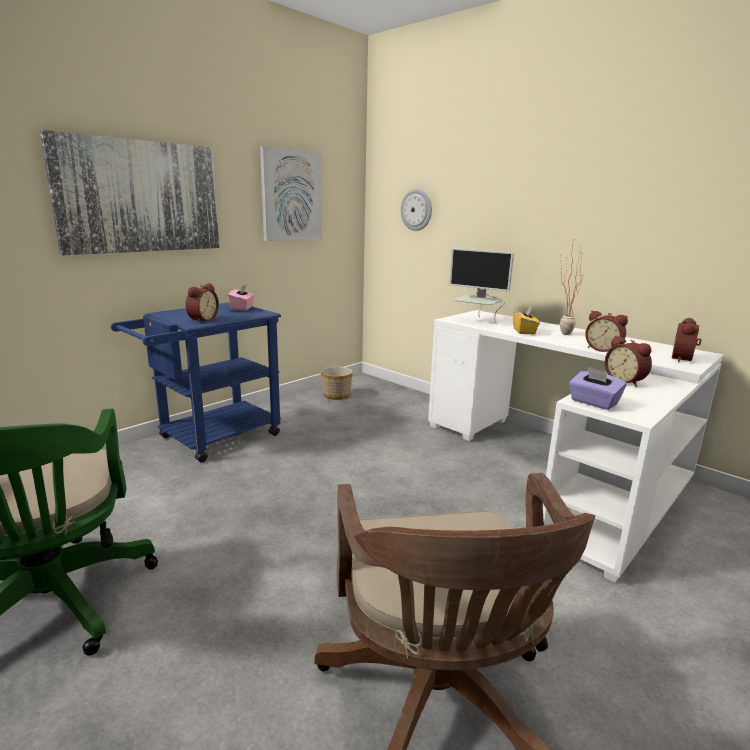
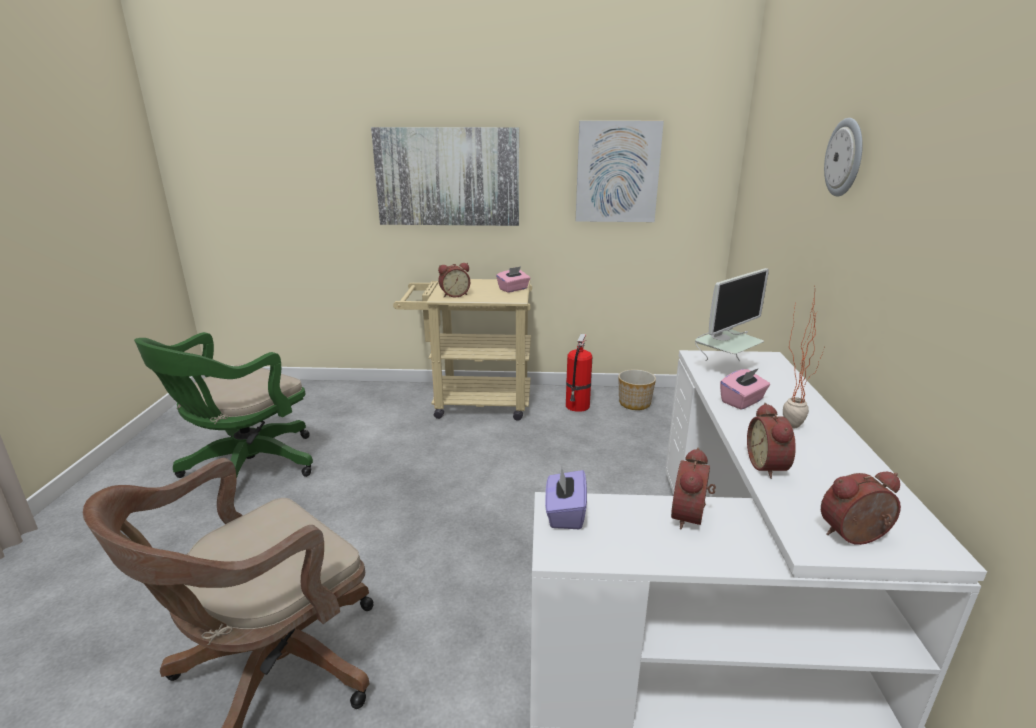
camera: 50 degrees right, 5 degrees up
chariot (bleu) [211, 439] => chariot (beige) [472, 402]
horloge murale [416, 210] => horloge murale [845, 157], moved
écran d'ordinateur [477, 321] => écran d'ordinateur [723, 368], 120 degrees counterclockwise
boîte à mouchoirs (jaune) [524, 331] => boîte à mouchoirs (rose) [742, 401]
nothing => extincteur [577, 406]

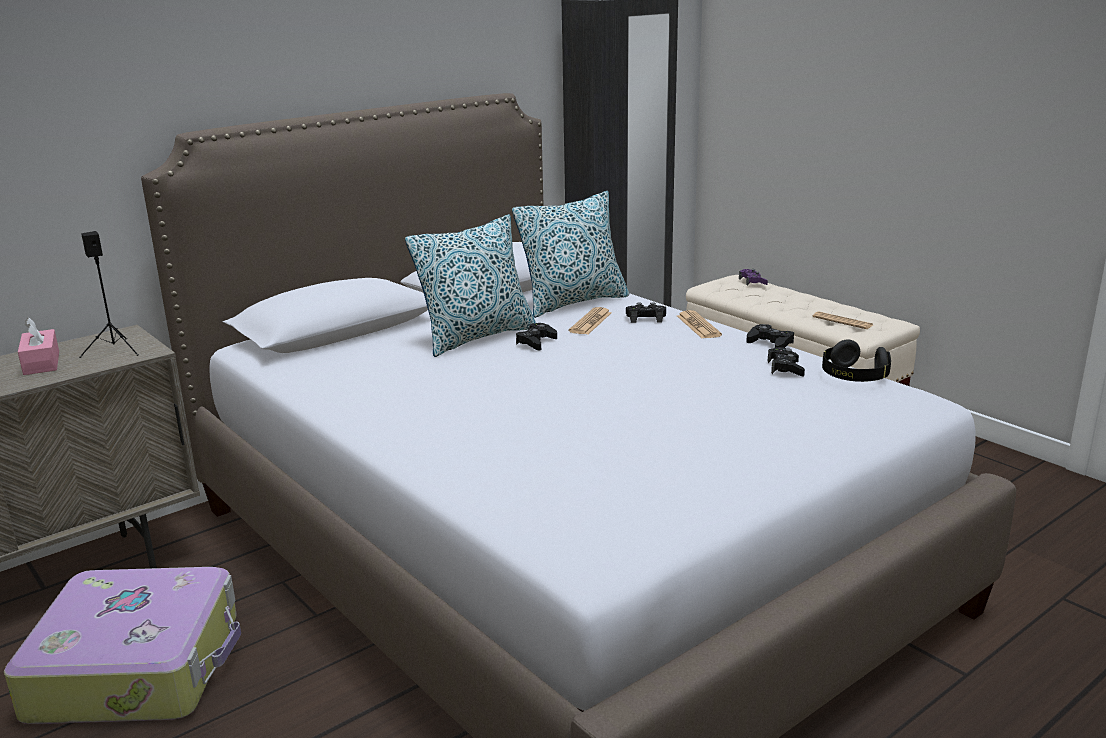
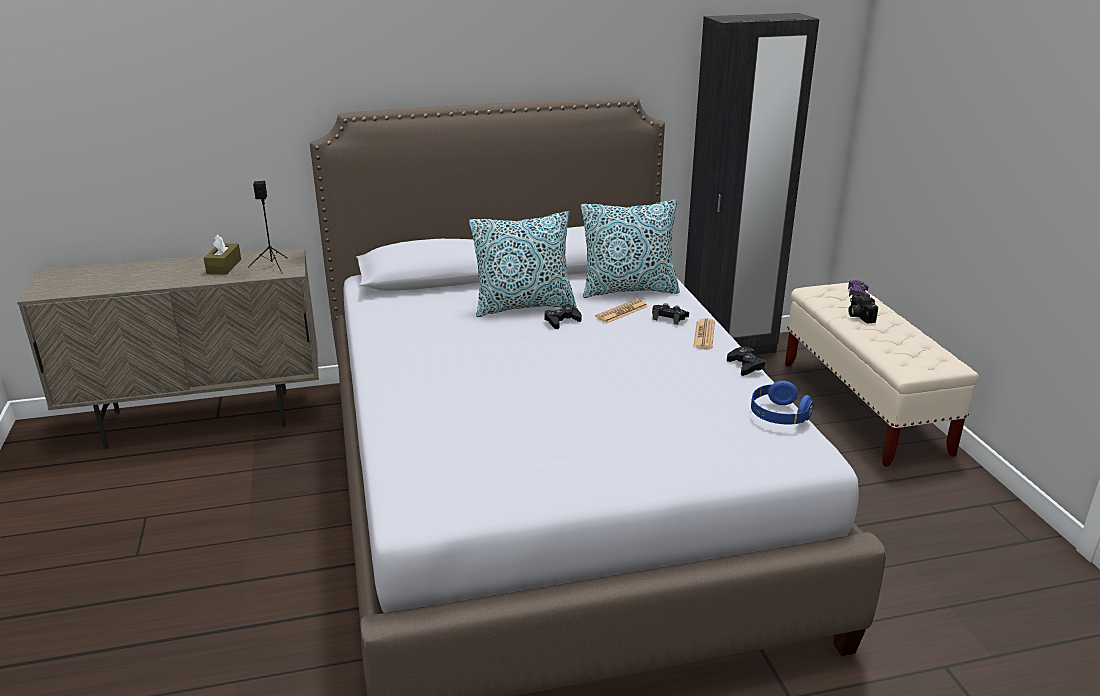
camera: 25 degrees right, 5 degrees up
valise [138, 666] => nothing
boîte à mouchoirs (rose) [41, 363] => boîte à mouchoirs (marron) [224, 266]
manette (noir) [785, 368] => nothing
journal [842, 321] => nothing
casque audio (noir) [854, 377] => casque audio (bleu) [778, 416]
nothing => appareil photo [858, 315]

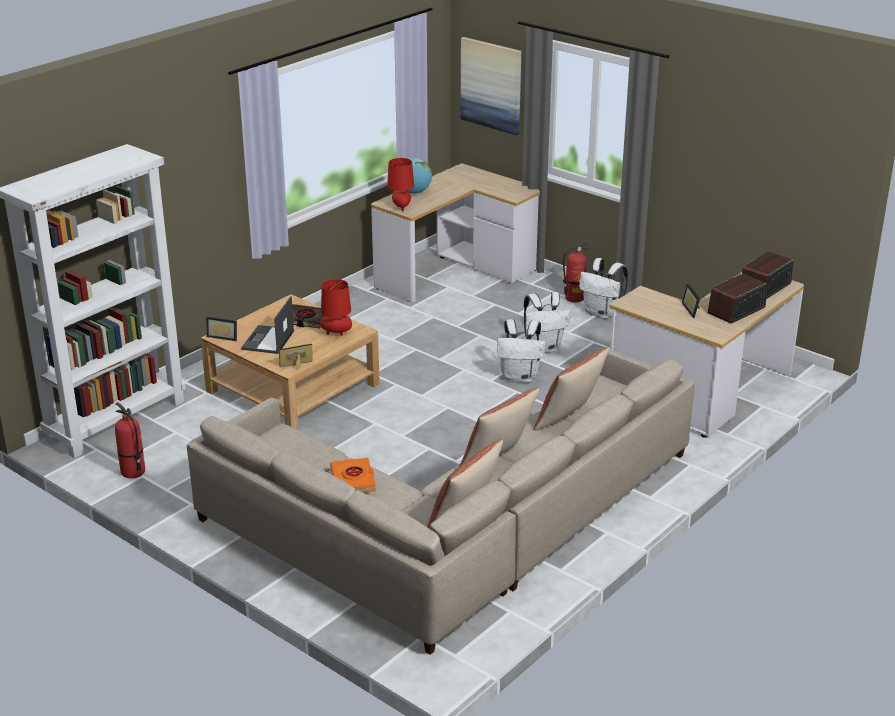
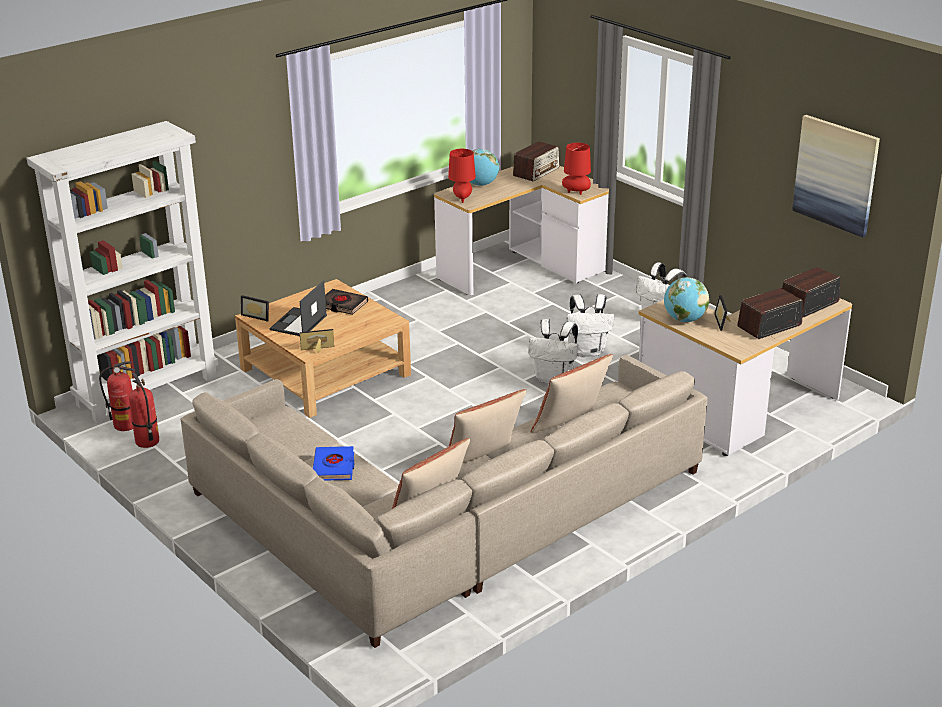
camera: 10 degrees right, 0 degrees up
lampe de table (rouge) [337, 333] => lampe de table (rouge) [576, 193], moved
livre (orange) [353, 480] => livre (bleu) [334, 467]
tableau [491, 85] => tableau [836, 175], moved
extincteur [574, 298] => extincteur [125, 425], moved
nothing => radio [536, 172]
nothing => globe [684, 320]

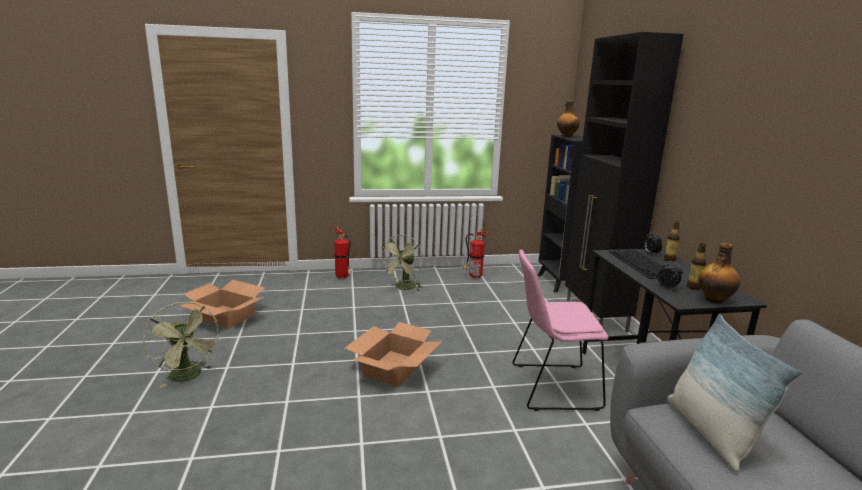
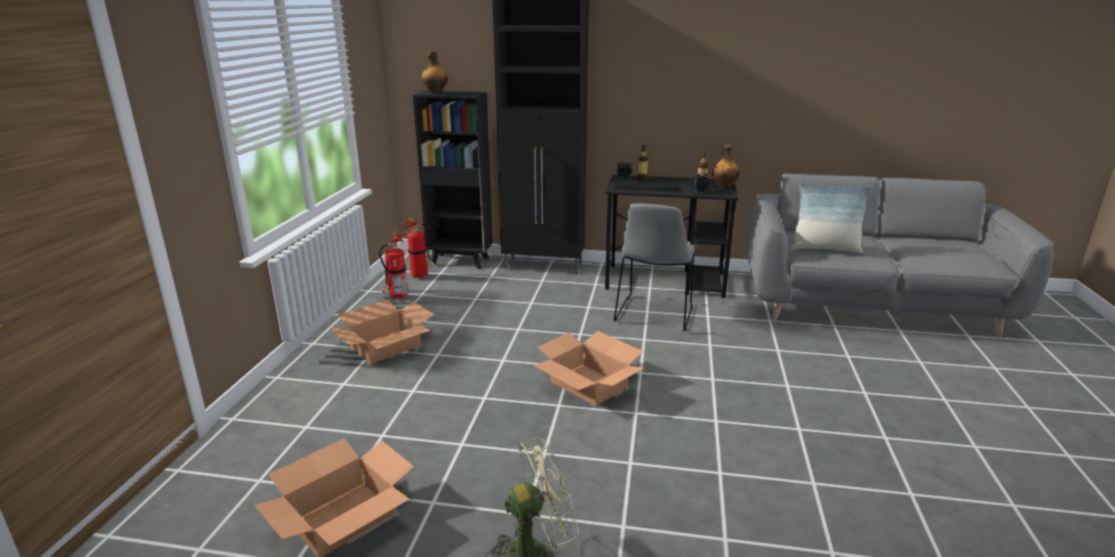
camera: 70 degrees left, 5 degrees up
extincteur [343, 277] => extincteur [421, 276], moved
ventilateur (vert) [403, 288] => carton [386, 346]
chaise (rose) [551, 386] => chaise (gris) [653, 315]

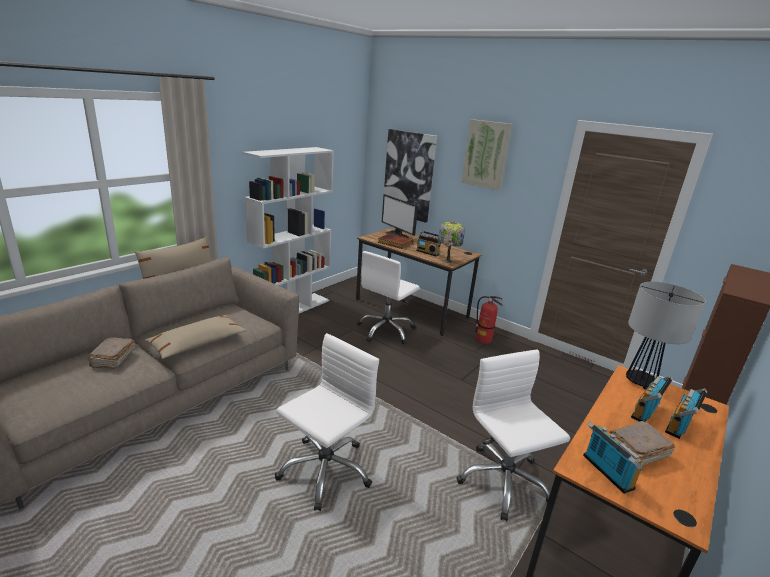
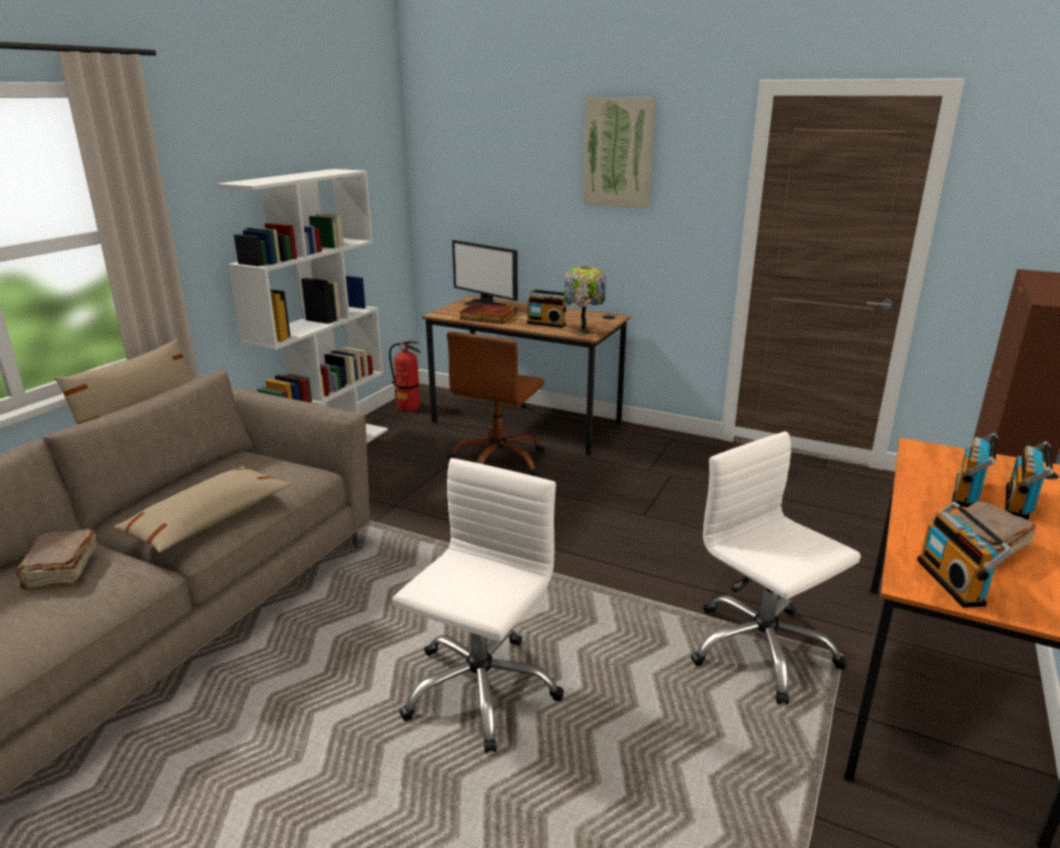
camera: 10 degrees left, 0 degrees up
chaise de bureau (blanc) [386, 331] => chaise de bureau (marron) [499, 461]
tableau [409, 175] => nothing
extincteur [483, 340] => extincteur [409, 407], moved
radio [605, 472] => radio [954, 582], 150 degrees counterclockwise
lampe de table [640, 382] => nothing

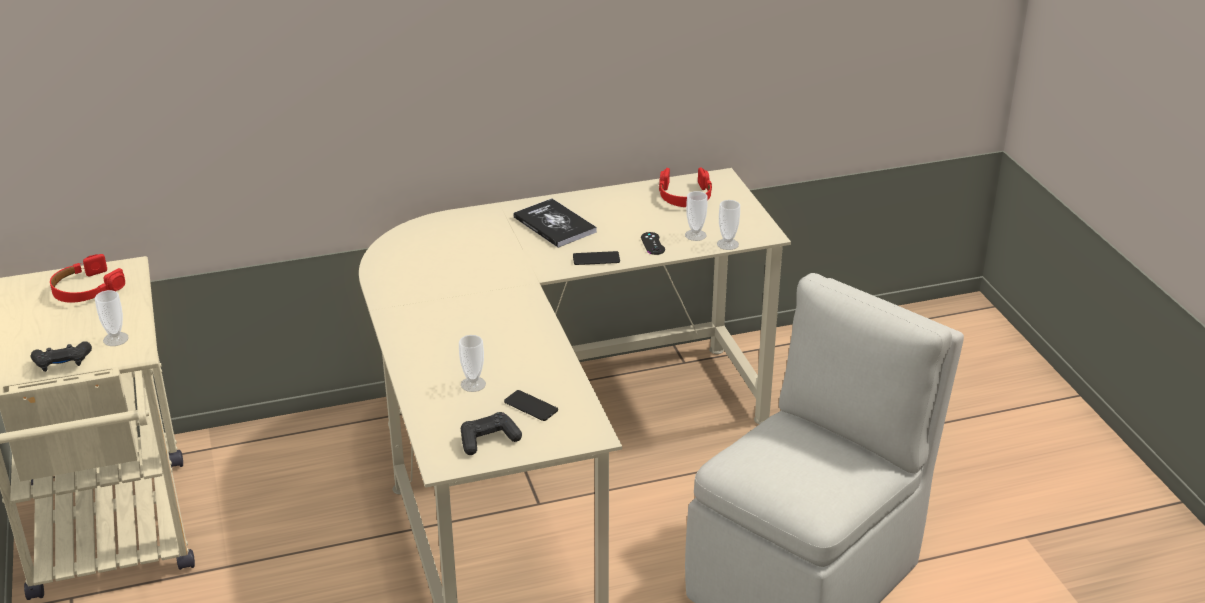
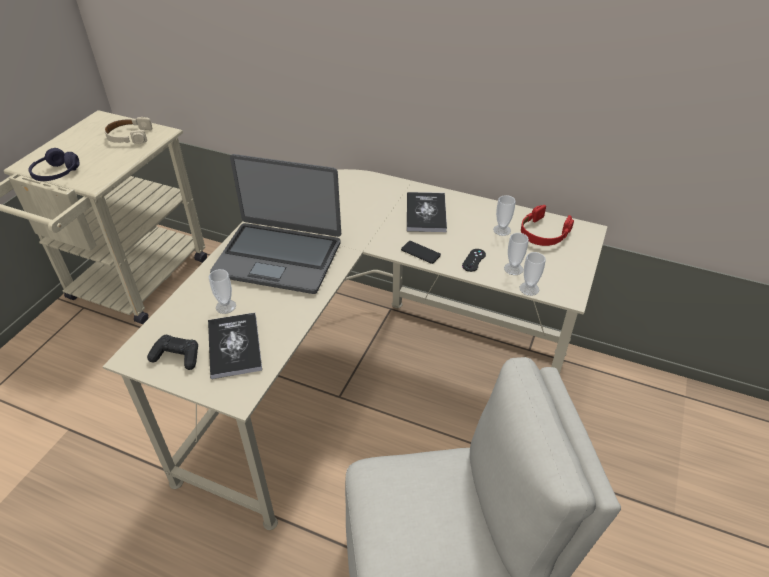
camera: 40 degrees right, 10 degrees up
manette (noir) [62, 363] => casque audio (violet) [56, 174]
casque audio (rouge) [86, 289] => casque audio (beige) [129, 136]
tasse [115, 339] => tasse [502, 230], moved
téléphone [531, 406] => livre [234, 346]
nothing => ordinateur portable [279, 257]

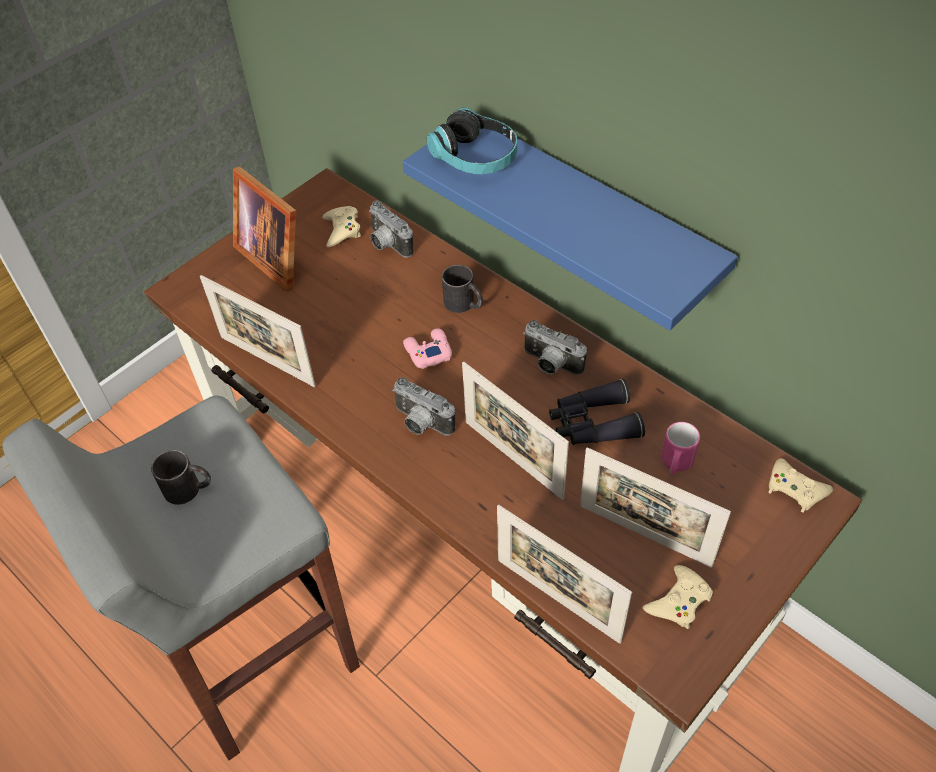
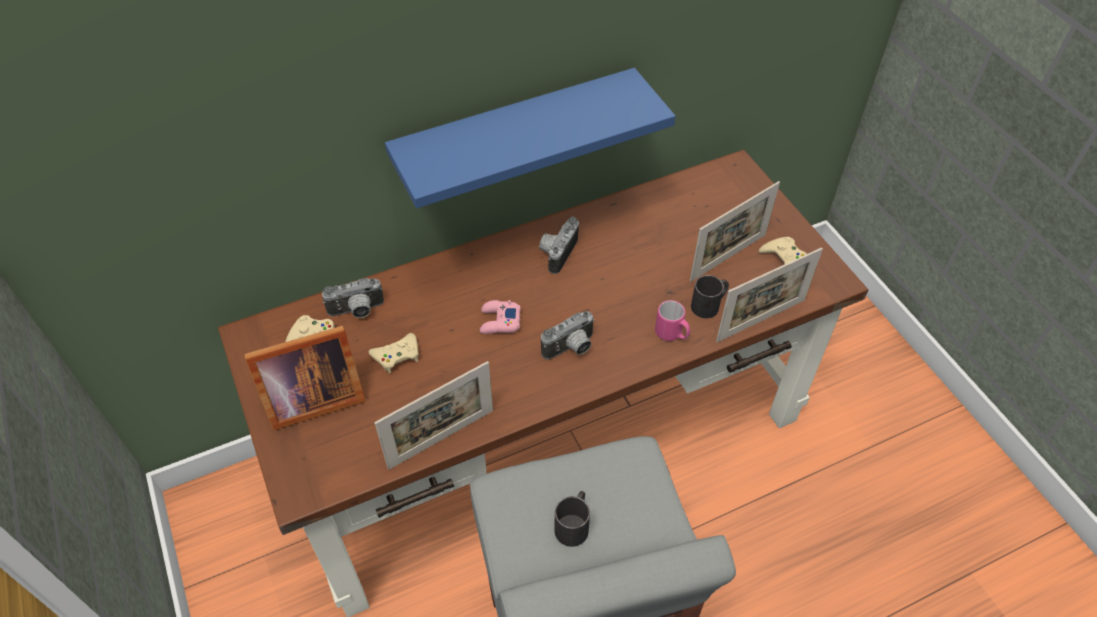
camera: 70 degrees left, 0 degrees up
casque audio [475, 157] => nothing
mug (noir) [464, 304] => mug (noir) [709, 304], moved
cadre photo [513, 459] => nothing
appareil photo [550, 365] => appareil photo [556, 253], 150 degrees clockwise
jumelles (noir) [592, 423] => nothing
mug (rose) [675, 464] => mug (rose) [672, 334], moved
manette (beige) [795, 489] => manette (beige) [397, 355], moved

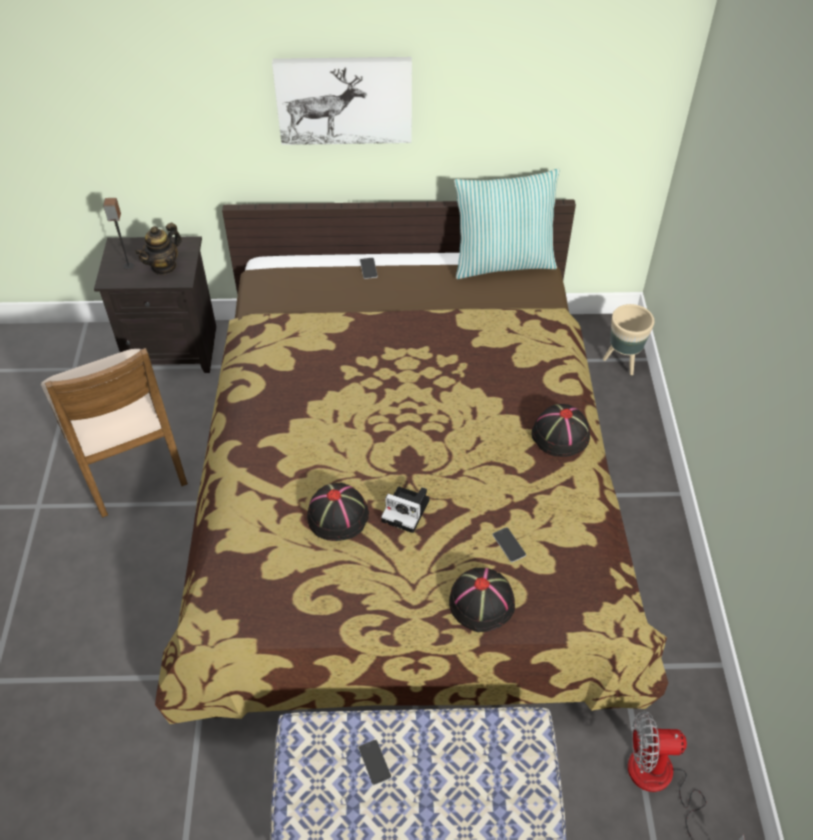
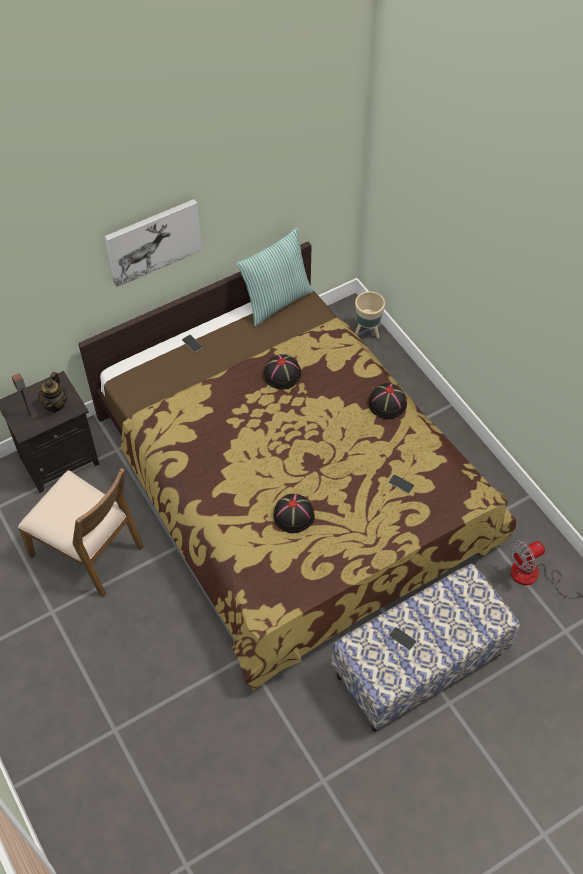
camera: 30 degrees left, 5 degrees up
appareil photo [407, 511] => nothing
chapeau (noir) [482, 602] => chapeau (noir) [282, 374], moved

